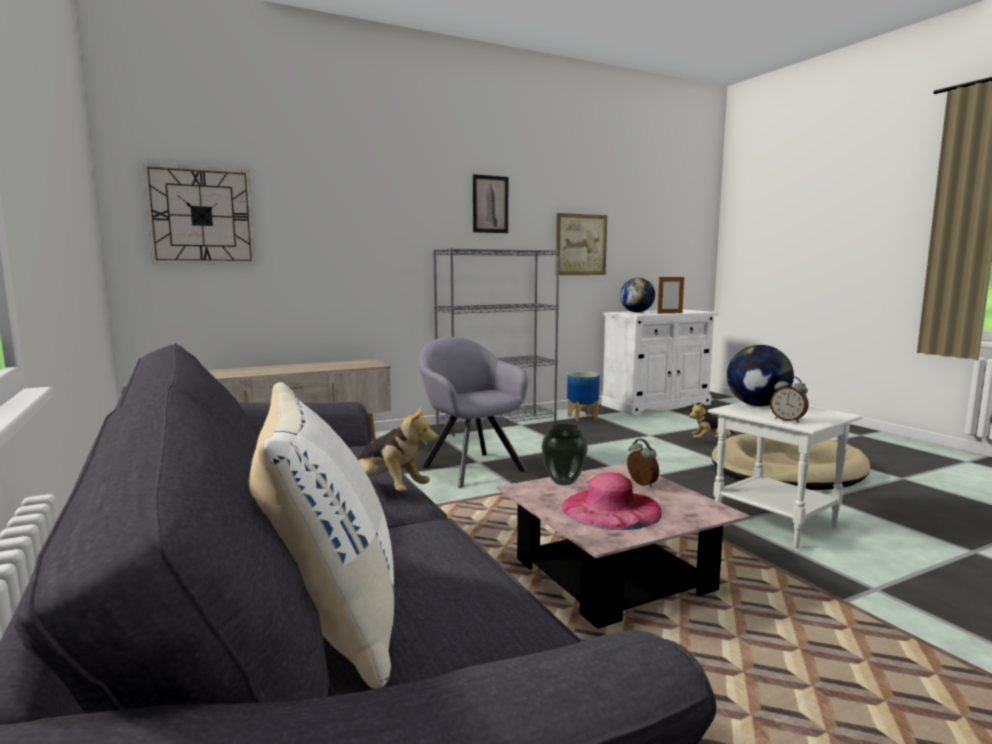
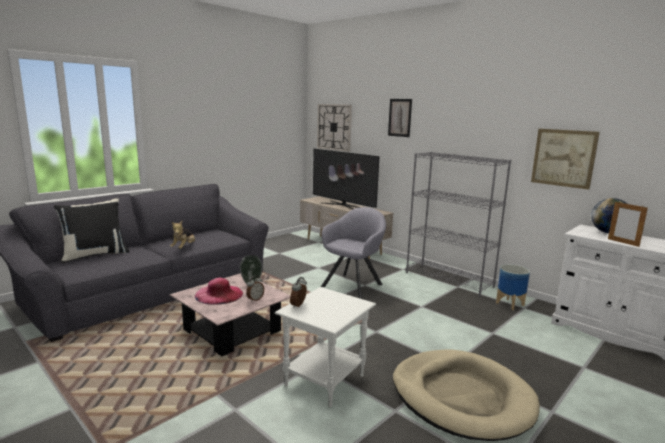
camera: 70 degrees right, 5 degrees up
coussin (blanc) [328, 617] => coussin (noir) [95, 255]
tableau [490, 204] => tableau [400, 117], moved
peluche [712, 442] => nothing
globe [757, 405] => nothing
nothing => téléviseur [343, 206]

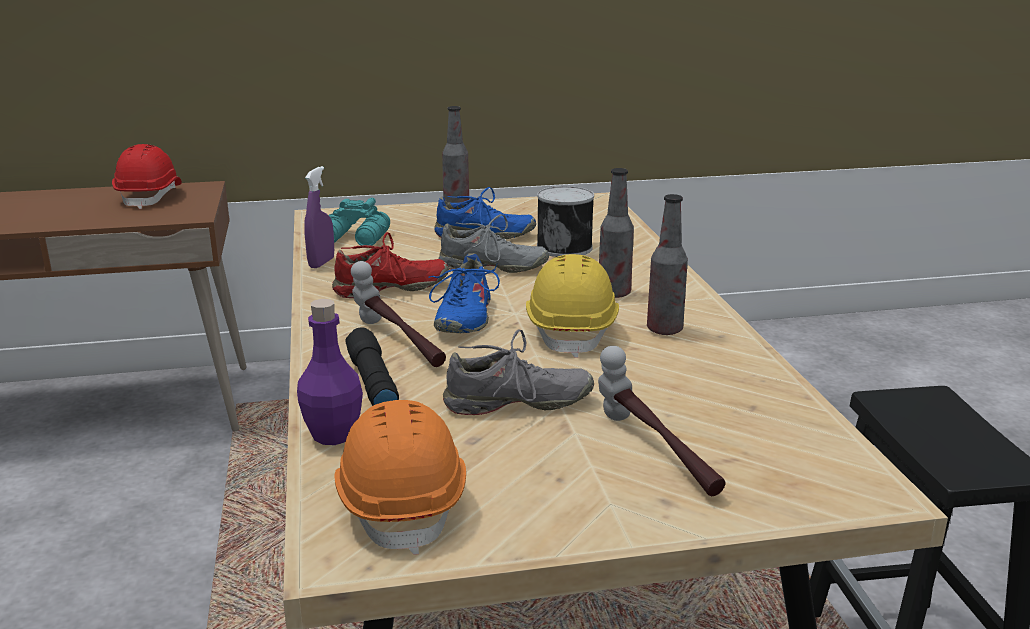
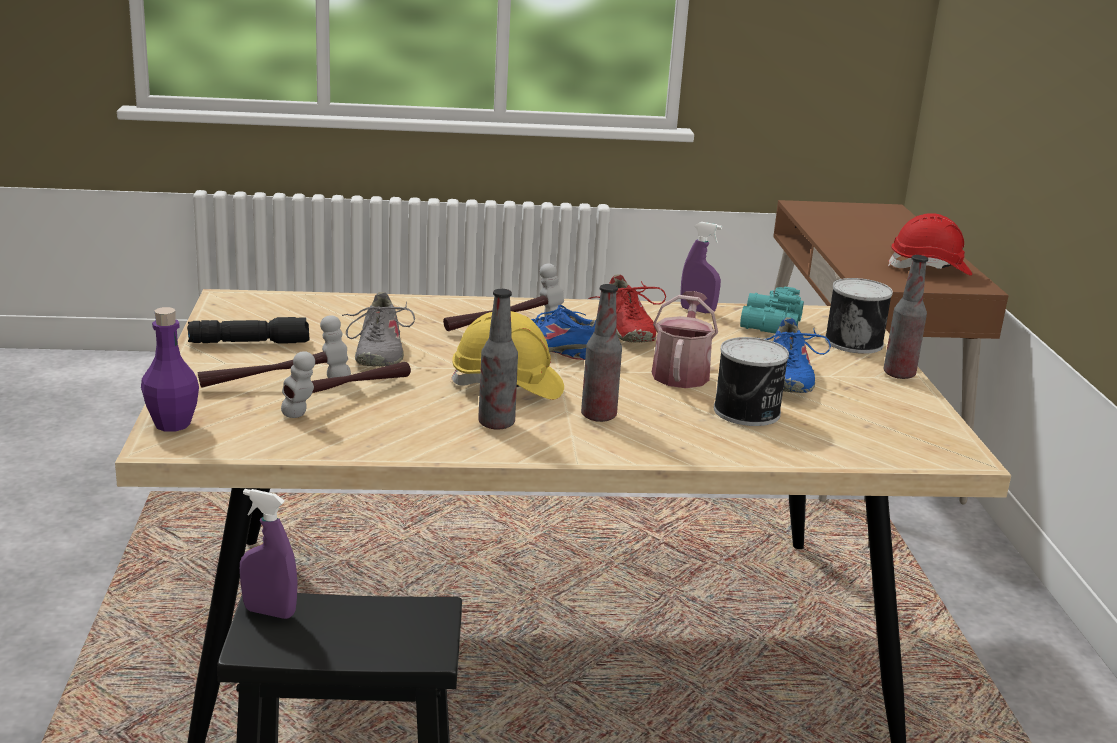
camera: 95 degrees right, 0 degrees up
bouteille (violet) [333, 435] => bouteille (violet) [172, 424], moved
casque de chantier (orange) [402, 503] => nothing
lampe de poche (noir) [371, 382] => lampe de poche (noir) [250, 342], moved
chaussure (gris) [492, 267] => arrosoir [681, 372]
nothing => vaporisateur (violet) [269, 612]
nothing => marteau [348, 399]
nothing => boîte métallique [854, 342]

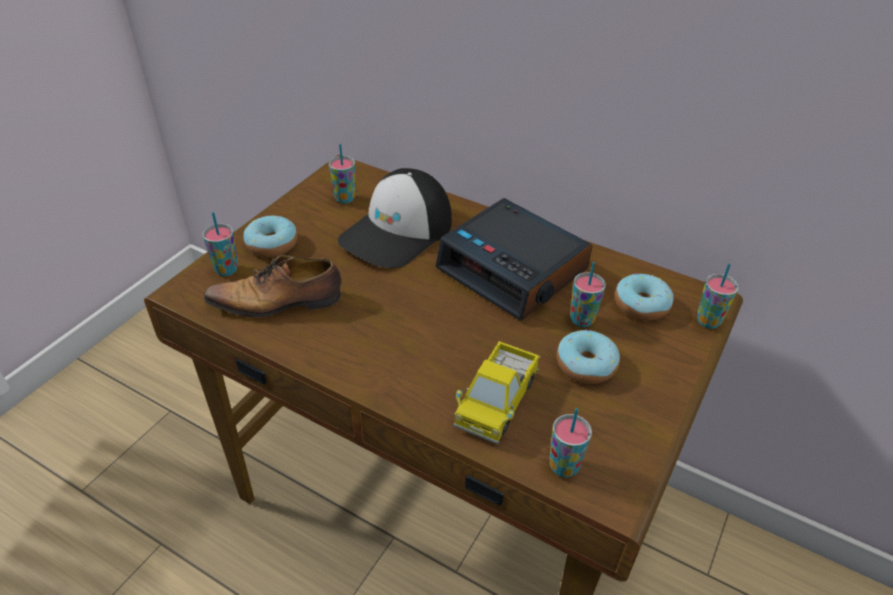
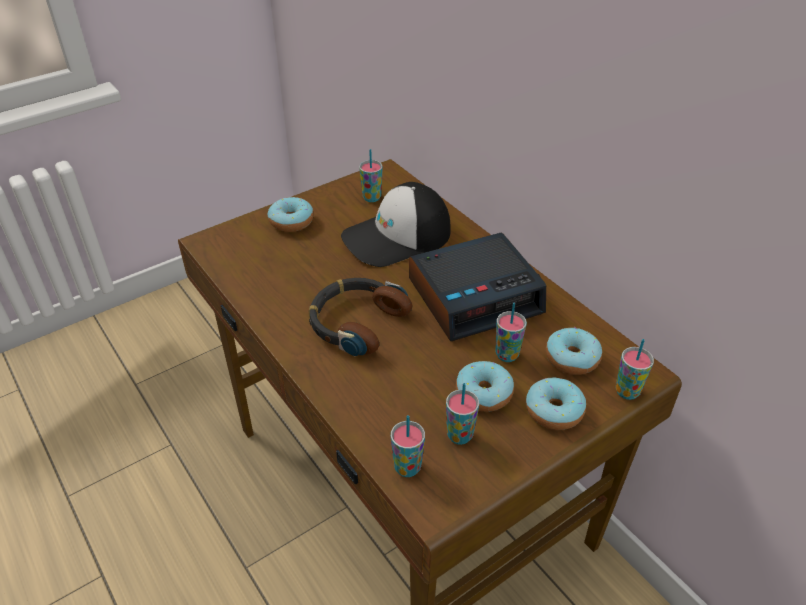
camera: 25 degrees right, 0 degrees up
tasse [226, 270] => tasse [459, 435], moved
chaussure [278, 302] => nothing
réveil [514, 270] => réveil [475, 295], 90 degrees counterclockwise
camion jouet [497, 402] => nothing
nothing => casque audio [356, 322]
nothing => beignet [554, 411]

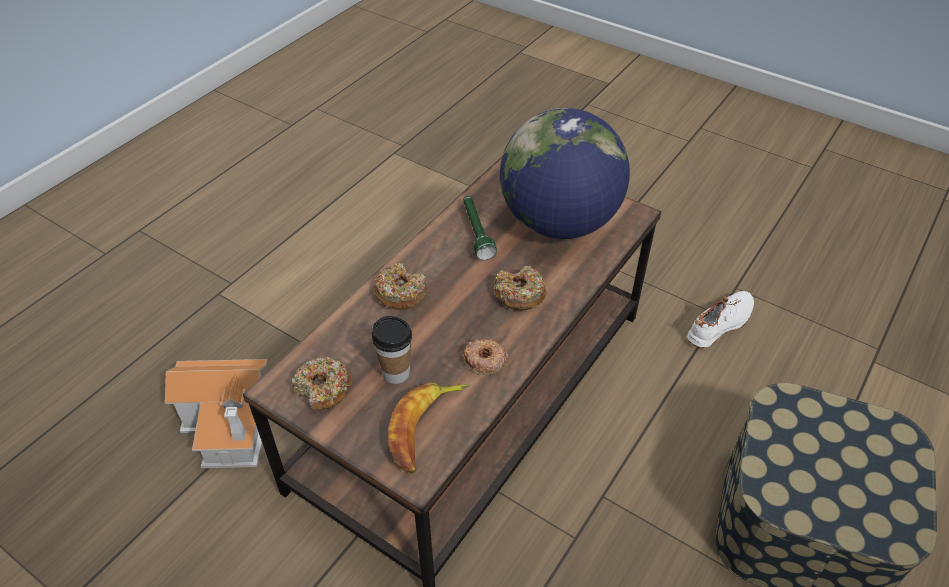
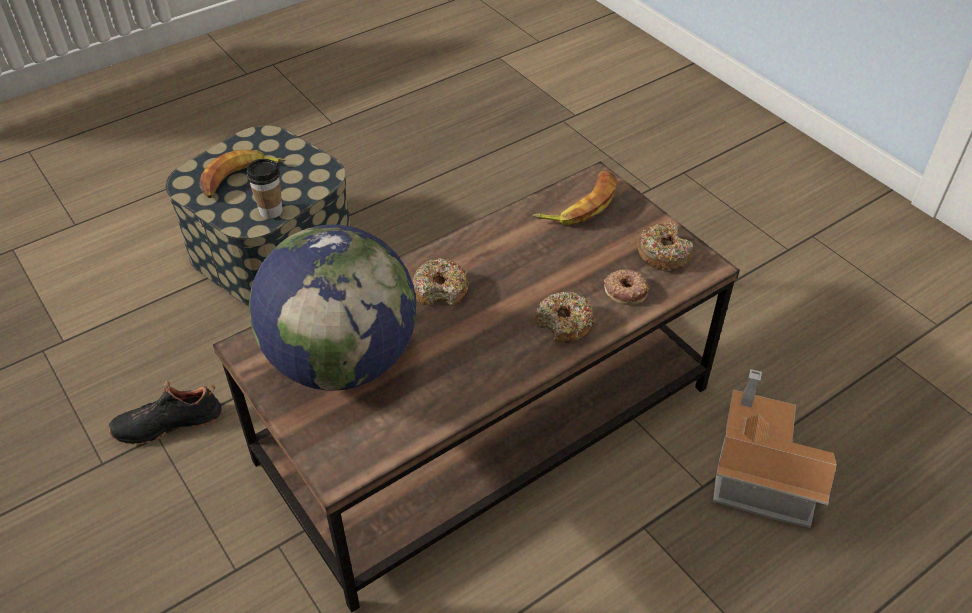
camera: 160 degrees left, 0 degrees up
tasse [396, 373] => tasse [271, 211], moved
lampe de poche (vert) [476, 232] => nothing
beignet [485, 360] => beignet [625, 290], moved
chaussure (blanc) [721, 326] => chaussure (noir) [168, 422]
nothing => banane [239, 178]

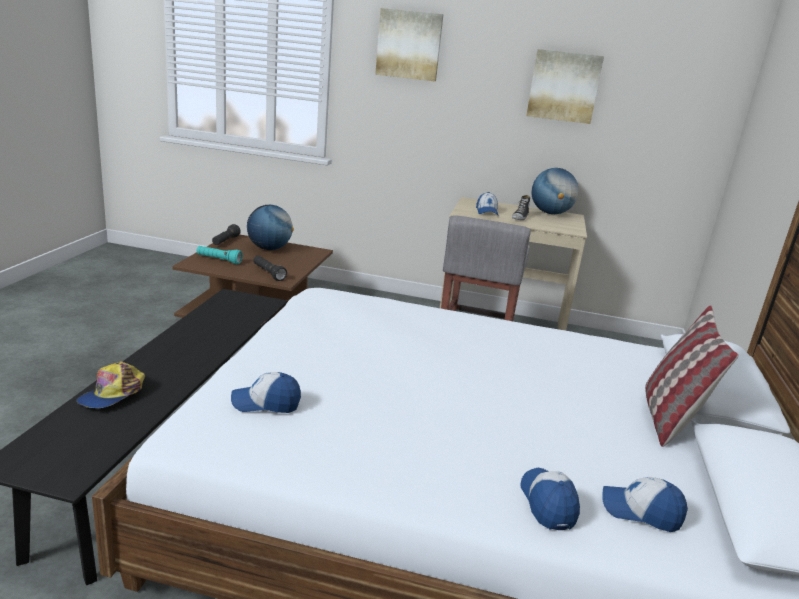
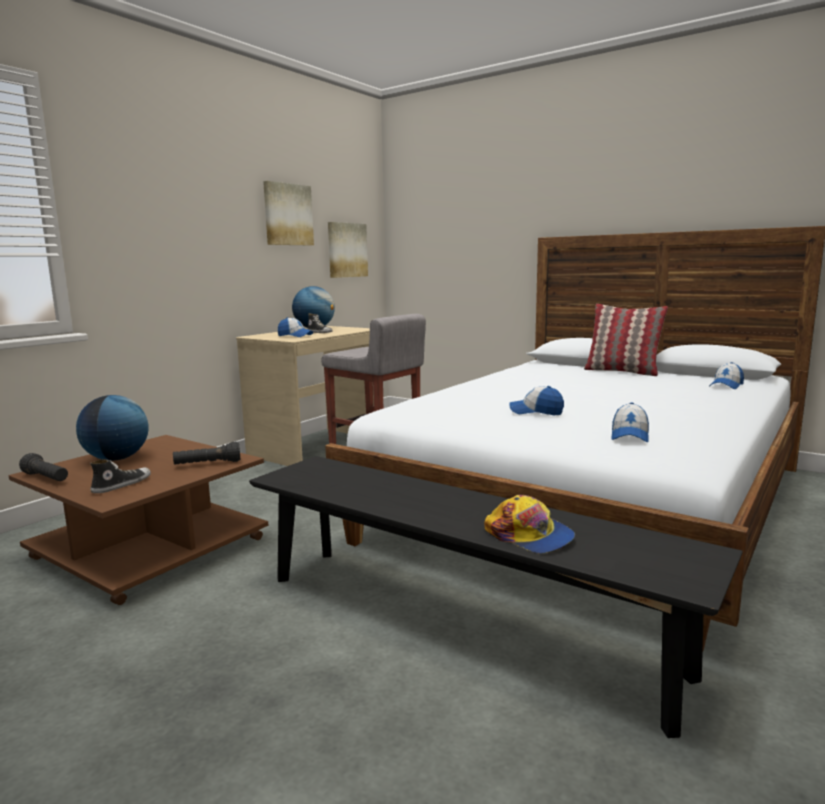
camera: 65 degrees left, 10 degrees down
lampe de poche (turquoise) [219, 260] => chaussure [121, 485]
tableau [409, 45] => tableau [346, 250], moved
casquette [548, 503] => casquette [536, 412], moved

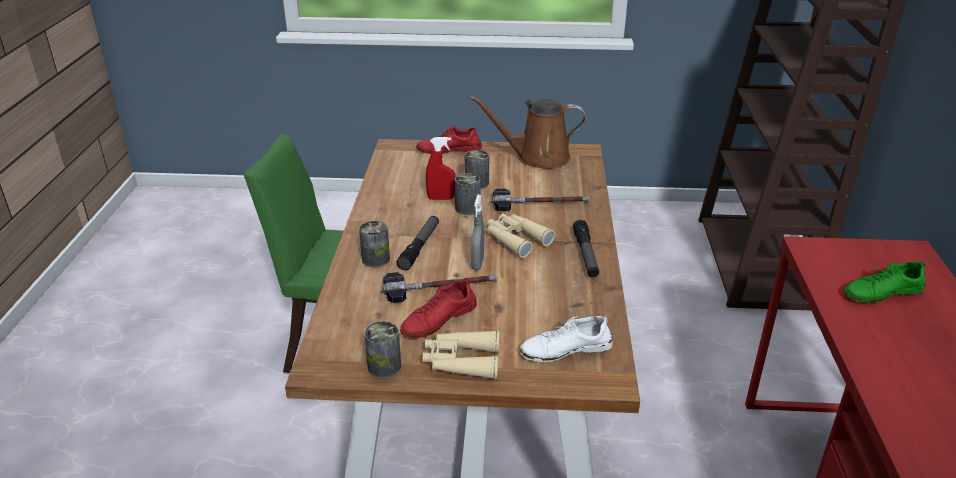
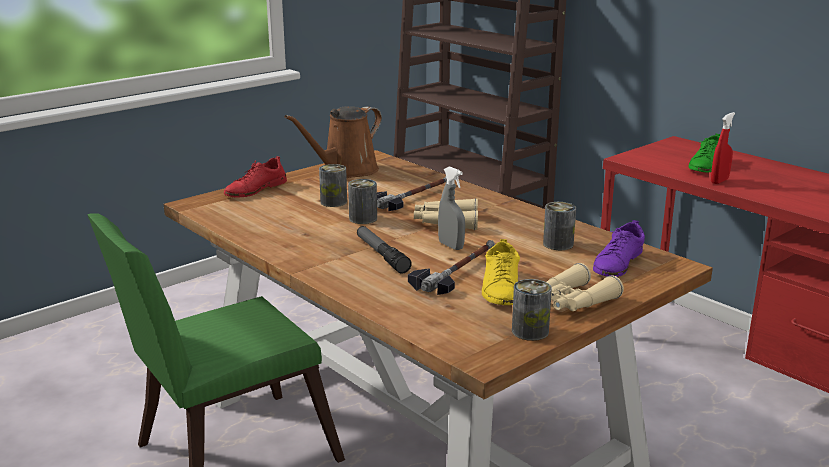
camera: 45 degrees left, 10 degrees down
boîte métallique [376, 259] => boîte métallique [558, 244], moved
chaussure (rouge) [438, 319] => chaussure (jaune) [501, 288]
vaporisateur (rouge) [441, 198] => vaporisateur (rouge) [719, 181], moved
chaussure (blanc) [565, 349] => chaussure (violet) [617, 263]
lampe de poche [586, 254] => nothing

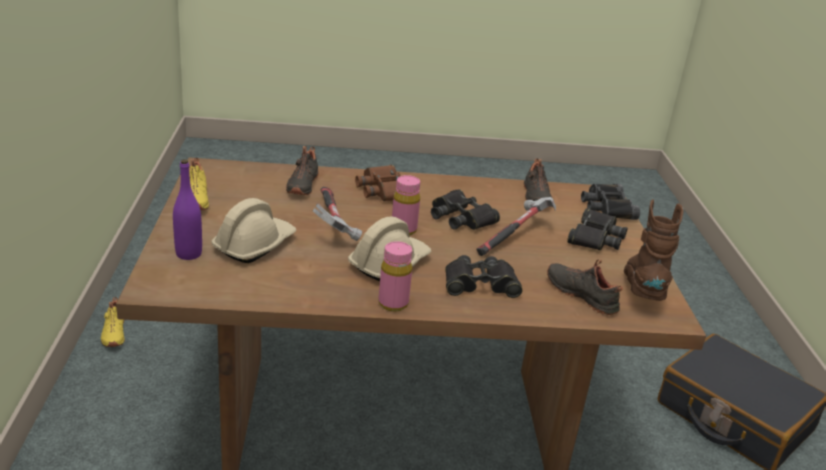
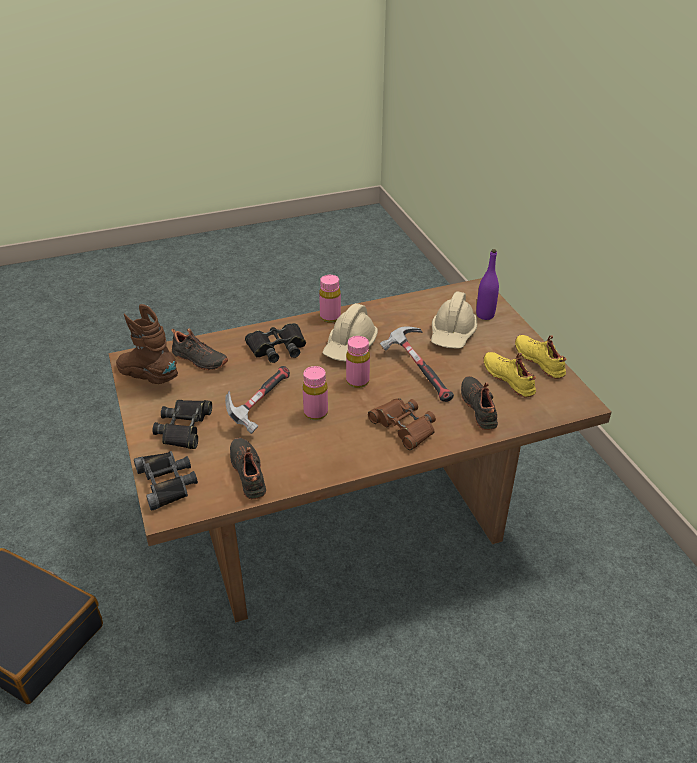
camera: 165 degrees right, 10 degrees up
chaussure (jaune) [113, 333] => chaussure (jaune) [509, 379], moved
jumelles (noir) [461, 217] => bouteille (rose) [315, 413]
botte (marron) [643, 291] => botte (marron) [149, 377], 135 degrees clockwise

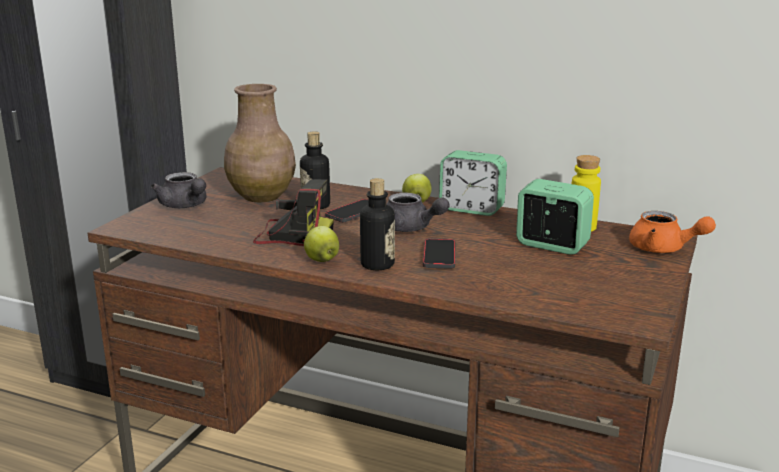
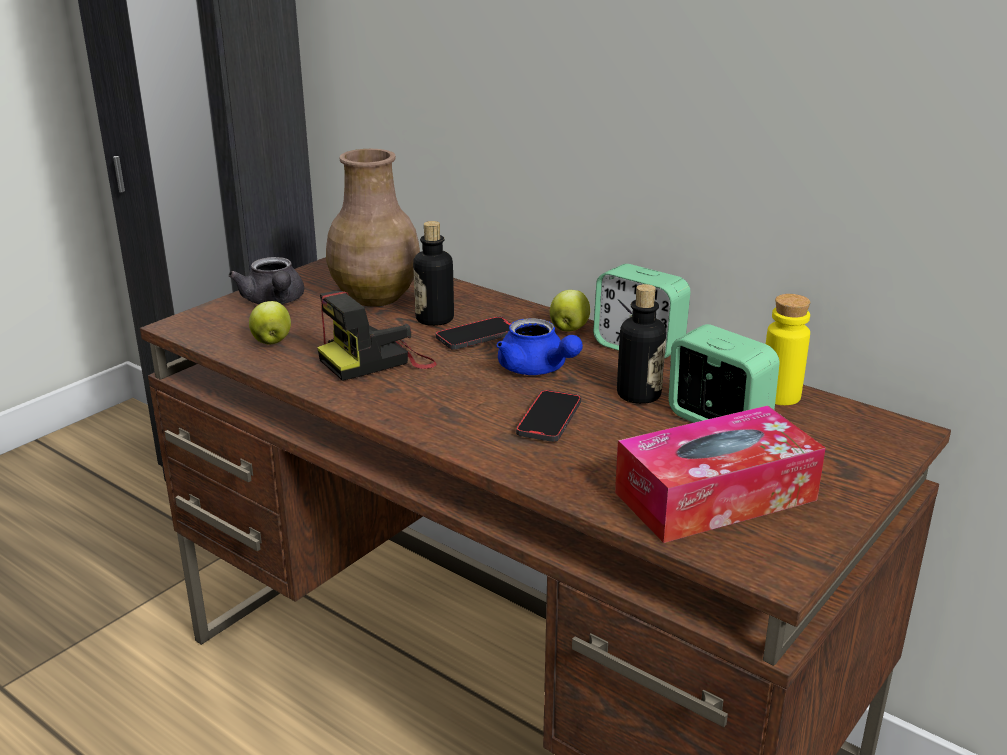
camera: 15 degrees right, 5 degrees up
appareil photo [291, 235] => appareil photo [377, 361], 120 degrees clockwise
pomme [322, 260] => pomme [272, 342], moved
bouteille [377, 264] => bouteille [638, 394], moved
théière (gris) [410, 228] => théière (bleu) [537, 370]
théière (orange) [663, 249] => nothing
nothing => boîte à mouchoirs [715, 496]

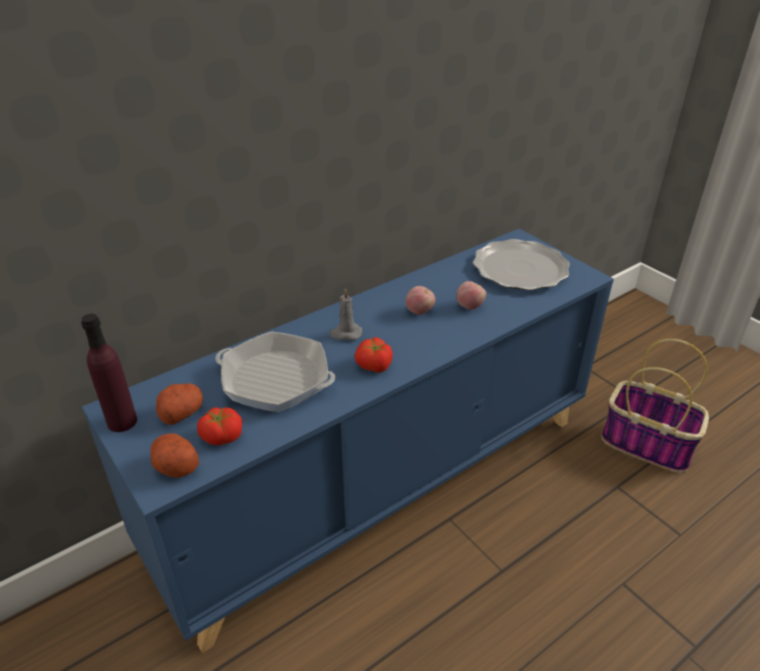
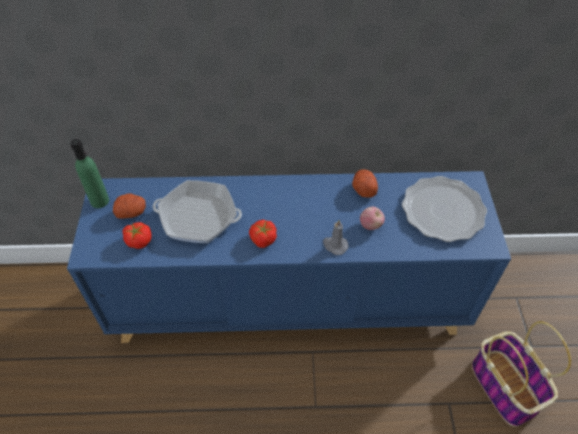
camera: 35 degrees right, 15 degrees up
bouteille (violet) [122, 421] => bouteille (vert) [99, 201]
pomme de terre [175, 466] => pomme de terre [363, 189], moved
poêle [275, 379] => poêle [198, 216], 45 degrees counterclockwise
bougie (gris) [345, 333] => bougie (gris) [334, 245], moved
pomme [420, 311] => nothing

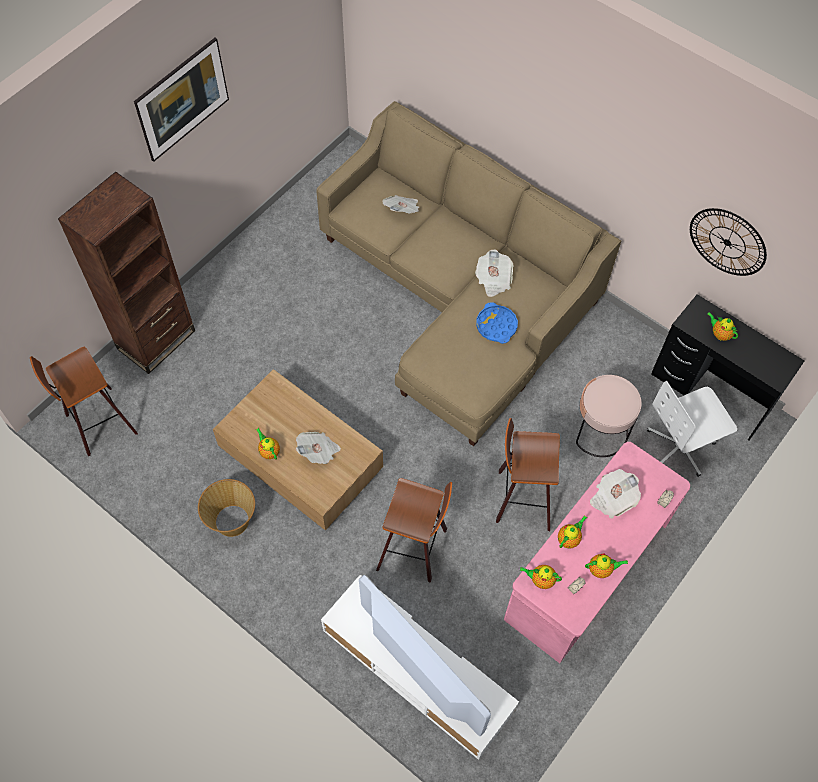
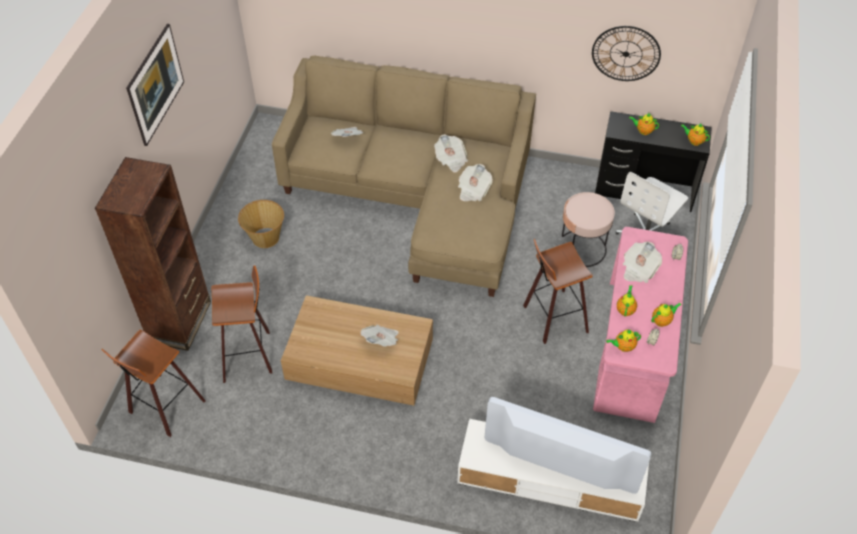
camera: 25 degrees left, 10 degrees down
panier [232, 520] => panier [265, 237], moved
théière [269, 451] => théière [694, 141], moved
tabouret [415, 547] => tabouret [248, 354], moved
plateau (bleu) [496, 326] => journal [473, 190]

